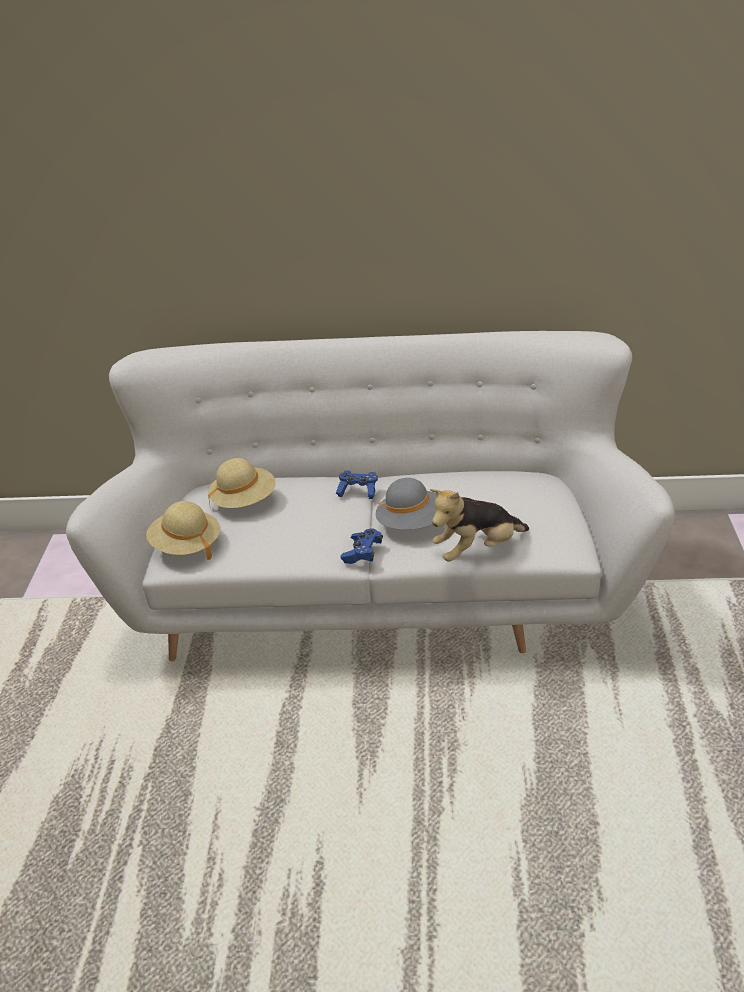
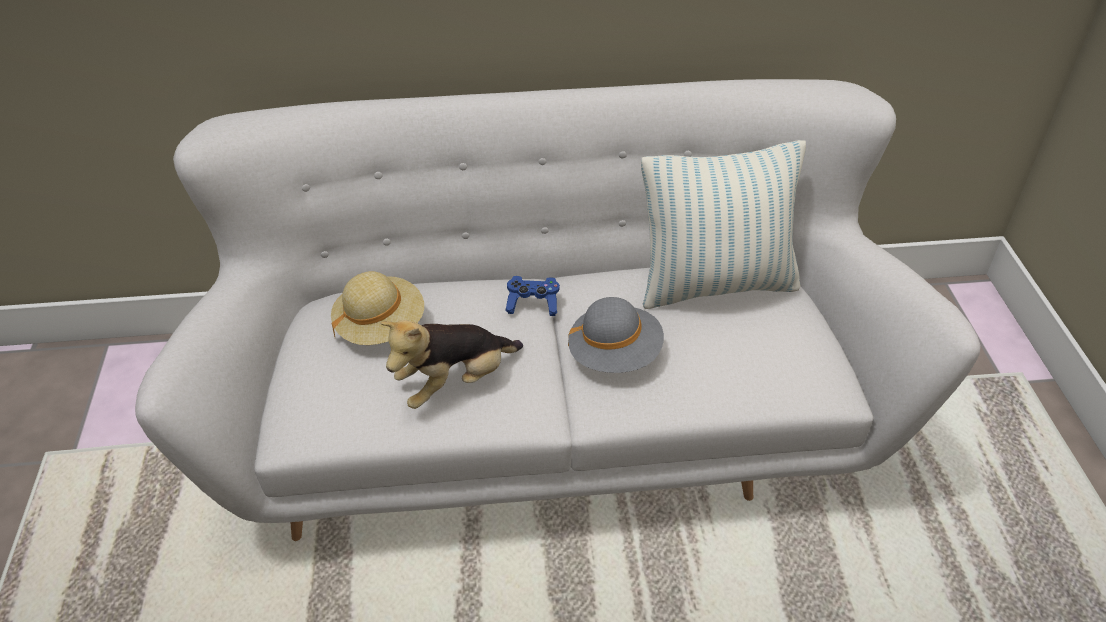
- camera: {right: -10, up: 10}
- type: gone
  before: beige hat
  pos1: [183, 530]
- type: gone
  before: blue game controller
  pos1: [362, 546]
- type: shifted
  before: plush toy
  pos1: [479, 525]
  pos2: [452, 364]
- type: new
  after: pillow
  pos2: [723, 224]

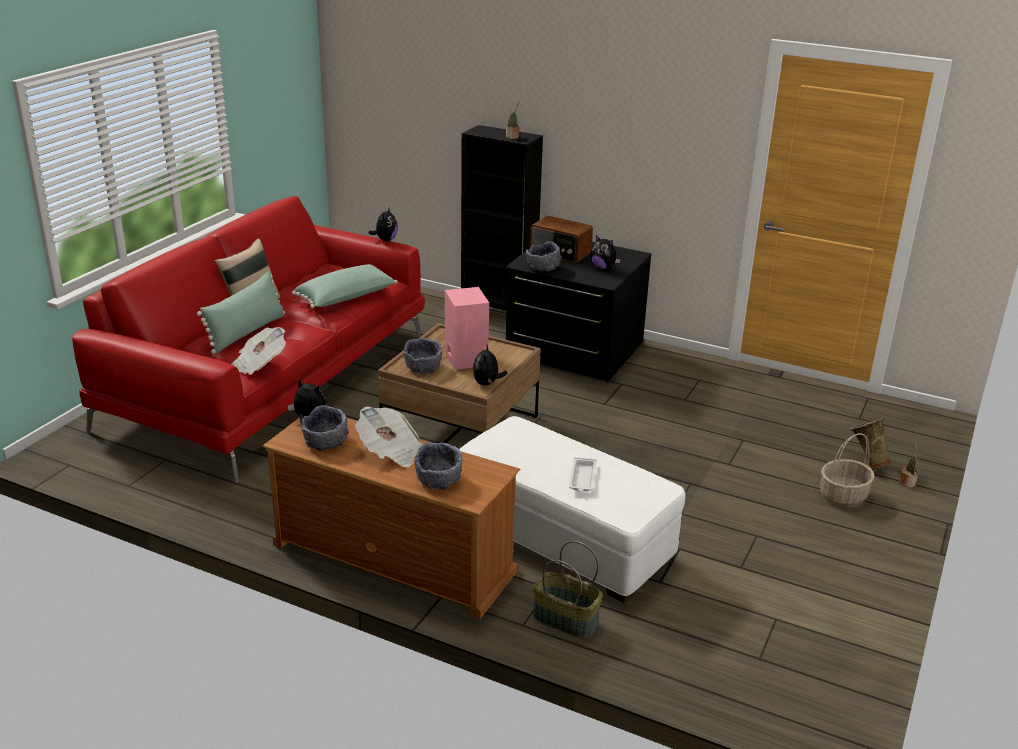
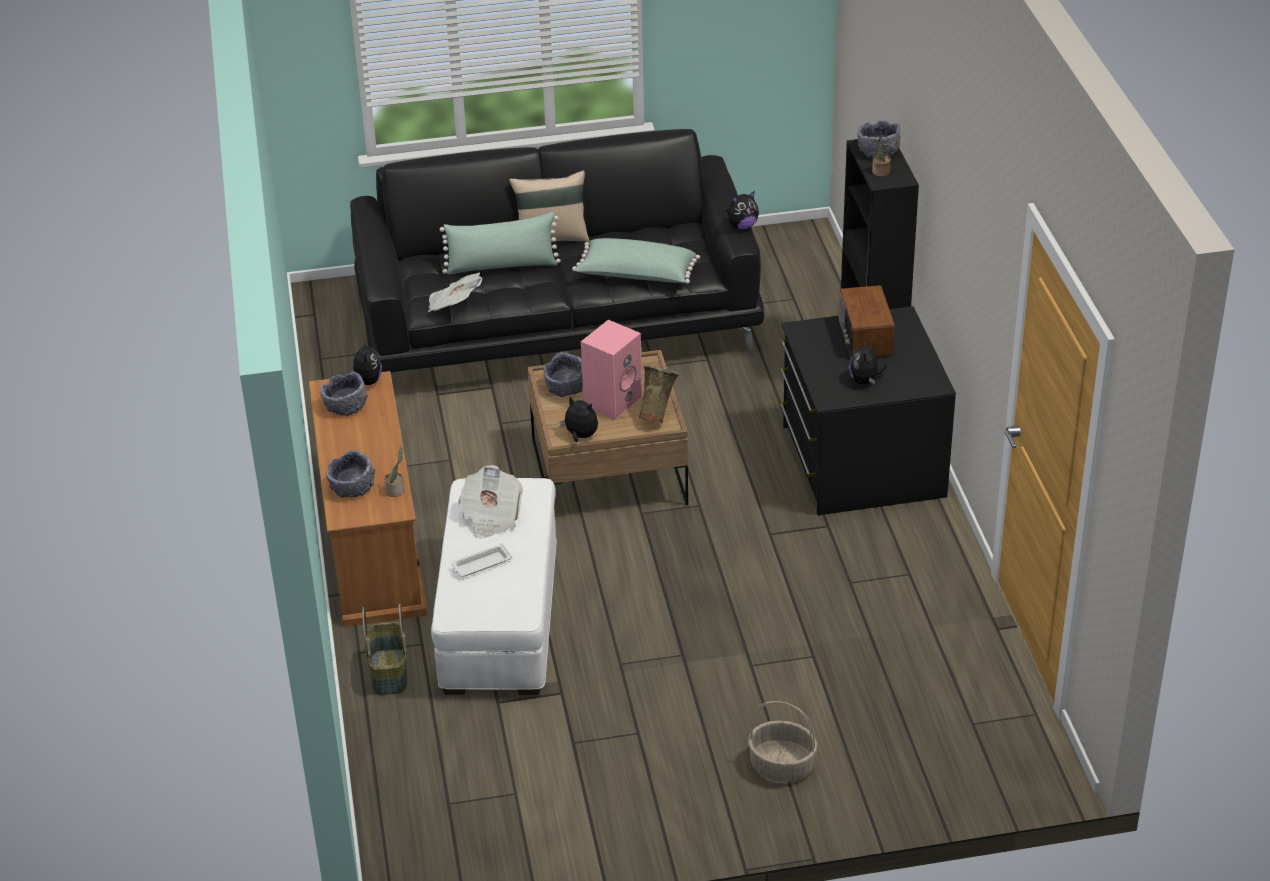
- camera: {right: 55, up: 10}
- type: repainted
  before: red sofa
  after: black sofa
  pos1: [248, 339]
  pos2: [557, 253]
- type: shifted
  before: newspaper
  pos1: [389, 436]
  pos2: [490, 502]
- type: rotated
  before: plush toy
  pos1: [490, 365]
  pos2: [578, 419]
  turn: 60
- type: shifted
  before: grey bowl
  pos1: [544, 256]
  pos2: [878, 139]
- type: shifted
  before: beige vase
  pos1: [870, 444]
  pos2: [659, 394]
- type: shifted
  before: potted plant
  pos1: [908, 463]
  pos2: [394, 471]

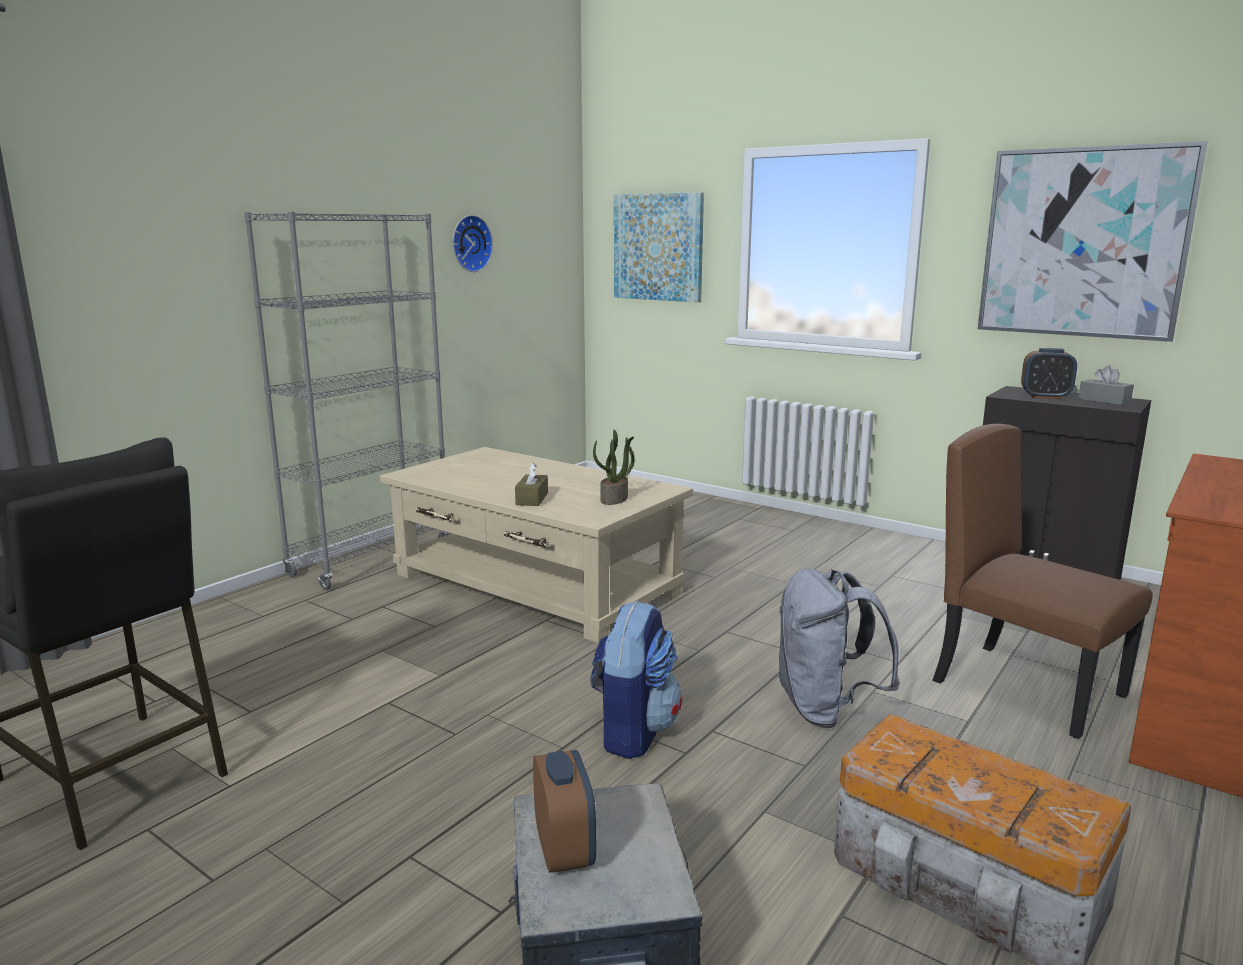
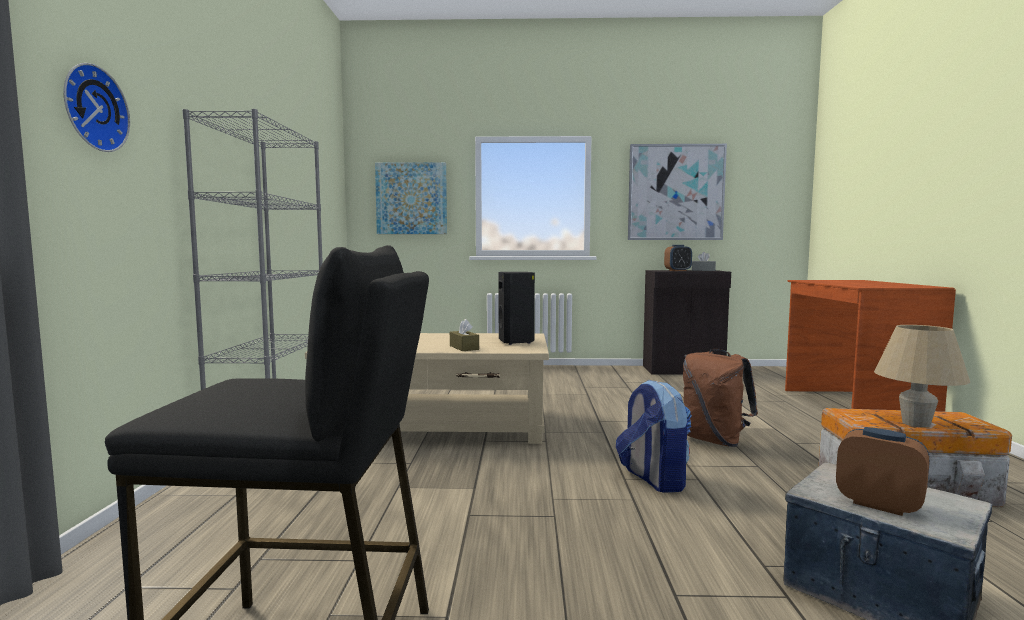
- camera: {right: -35, up: -10}
- type: shifted
  before: wall clock
  pos1: [473, 243]
  pos2: [96, 107]
- type: swapped
  before: potted plant
  after: black speaker
  pos1: [614, 467]
  pos2: [516, 308]
- type: repainted
  before: grey backpack
  after: brown backpack
  pos1: [838, 648]
  pos2: [720, 398]
- type: gone
  before: brown chair
  pos1: [1042, 581]
- type: new
  after: beige table lamp
  pos2: [922, 376]

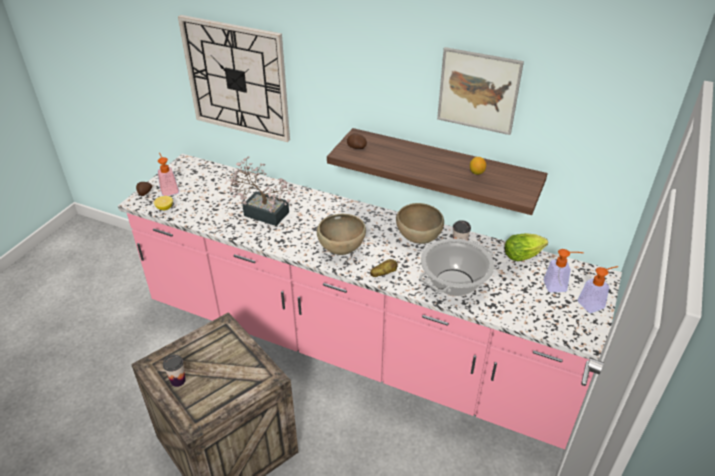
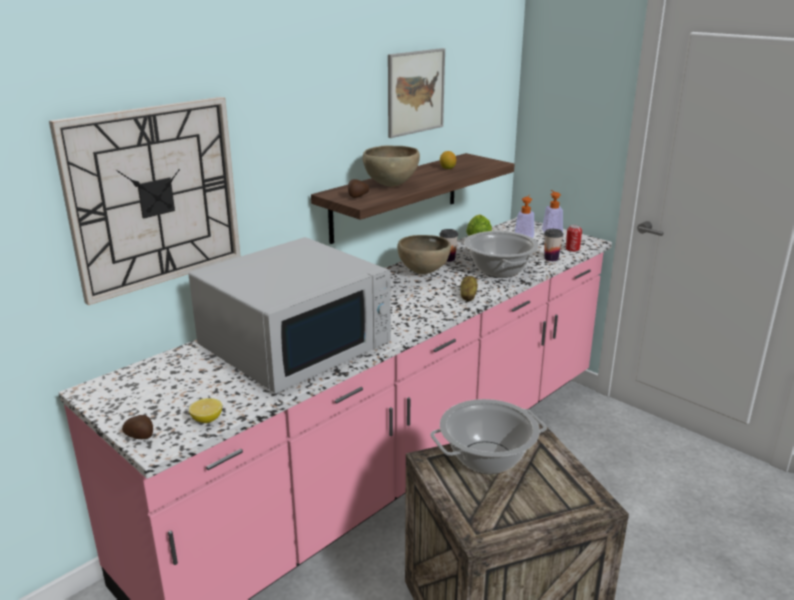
- camera: {right: -70, up: -15}
- type: gone
  before: soap dispenser
  pos1: [168, 174]
- type: shifted
  before: cup
  pos1: [174, 371]
  pos2: [553, 245]
- type: swapped
  before: potted plant
  after: white microwave
  pos1: [260, 191]
  pos2: [290, 315]
- type: shifted
  before: brown bowl
  pos1: [341, 234]
  pos2: [391, 166]
- type: new
  after: cooking pot
  pos2: [488, 436]
- type: new
  after: can
  pos2: [573, 238]

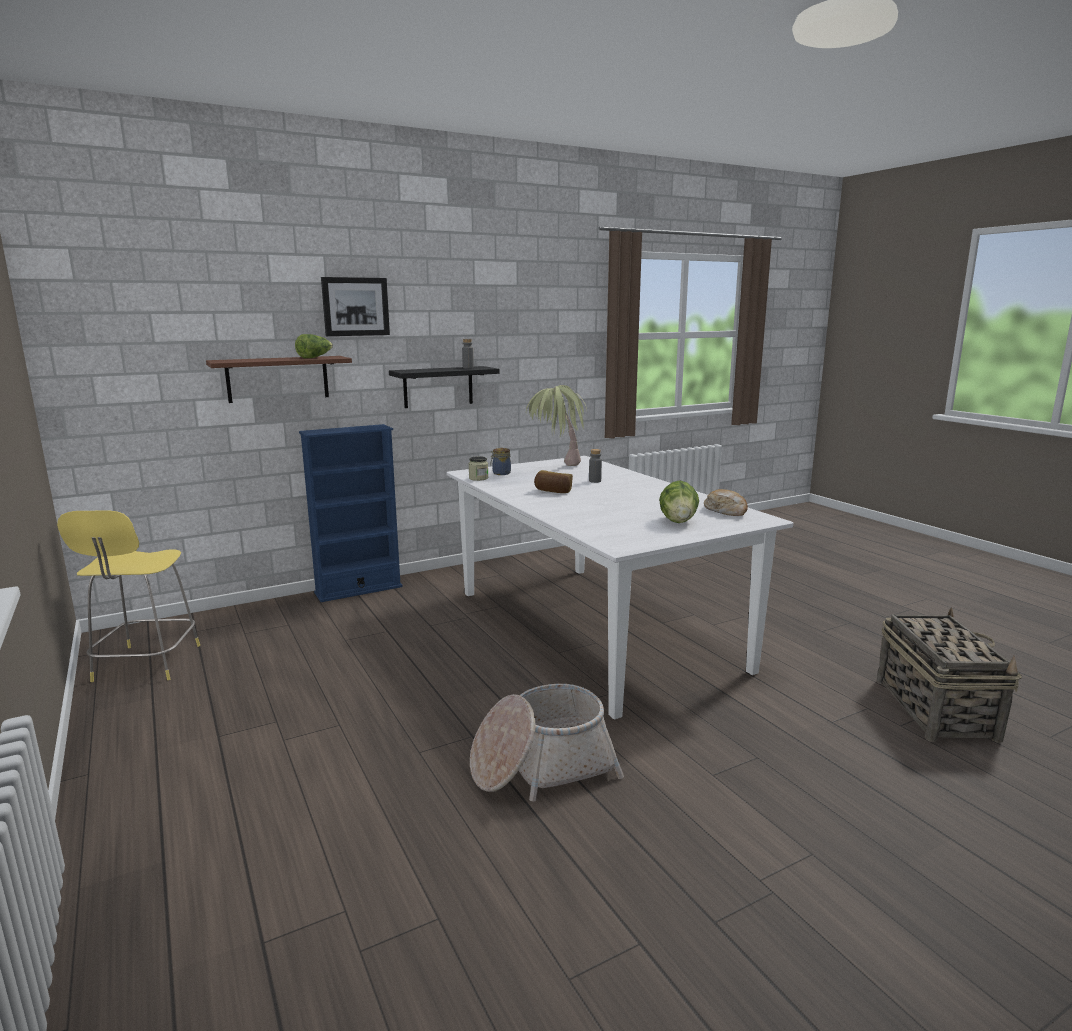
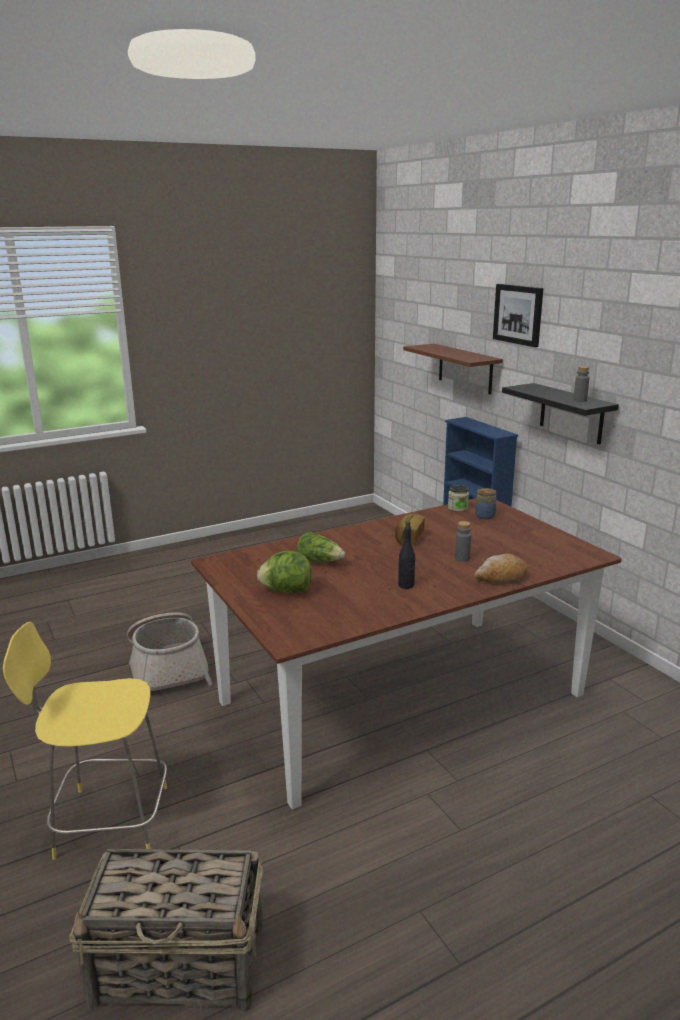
- camera: {right: 90, up: 5}
- type: shifted
  before: yellow stool
  pos1: [128, 596]
  pos2: [85, 740]
- type: shifted
  before: lettuce
  pos1: [314, 346]
  pos2: [321, 547]
- type: repainted
  before: white dining table
  after: brown dining table
  pos1: [620, 588]
  pos2: [406, 653]
- type: gone
  before: potted plant
  pos1: [556, 425]
- type: shifted
  before: bread
  pos1: [726, 502]
  pos2: [501, 568]
- type: new
  after: black bottle
  pos2: [406, 555]

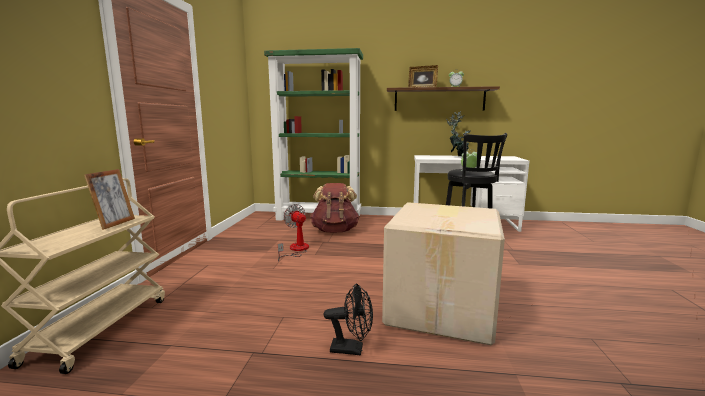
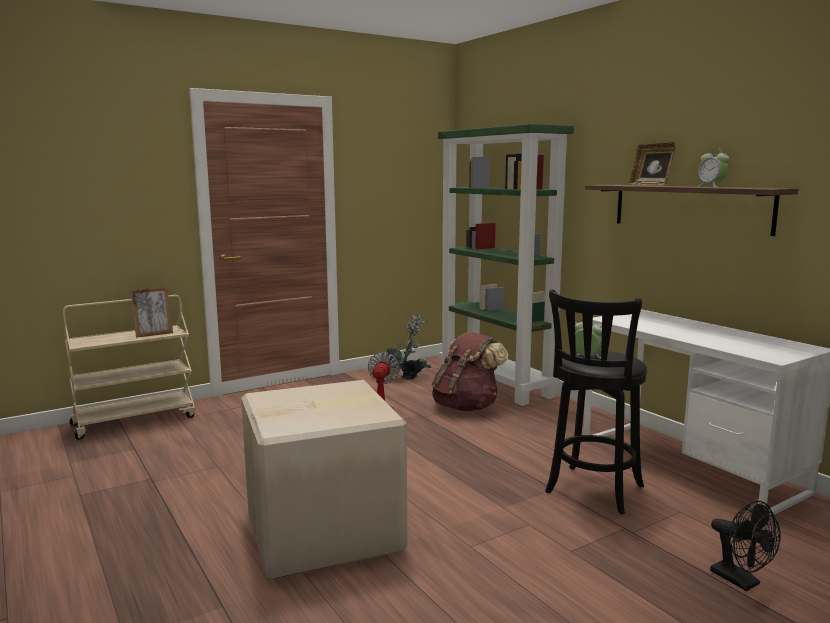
- camera: {right: 50, up: 0}
- type: shifted
  before: black fan
  pos1: [348, 320]
  pos2: [745, 546]
- type: shifted
  before: potted plant
  pos1: [458, 133]
  pos2: [409, 347]

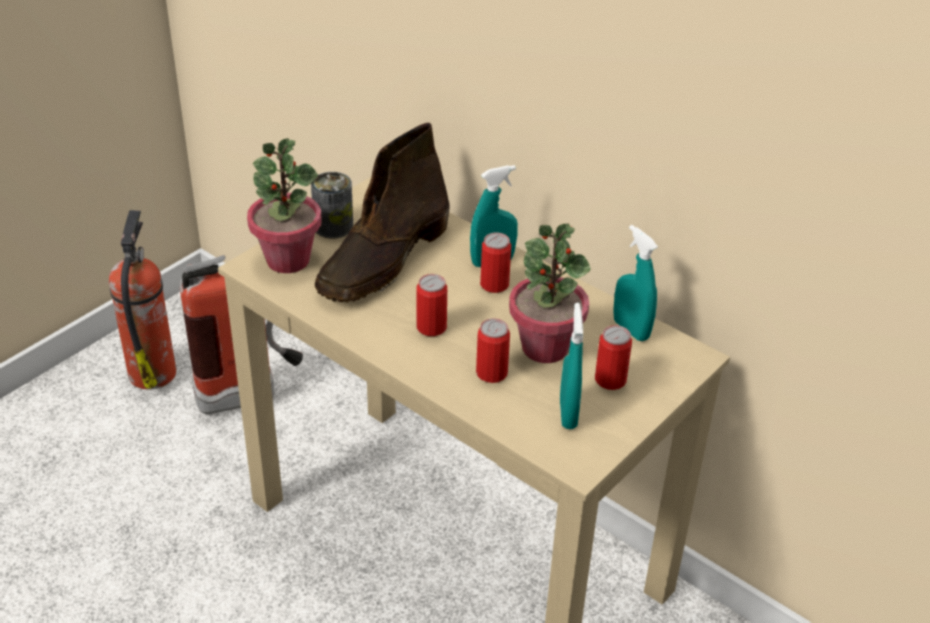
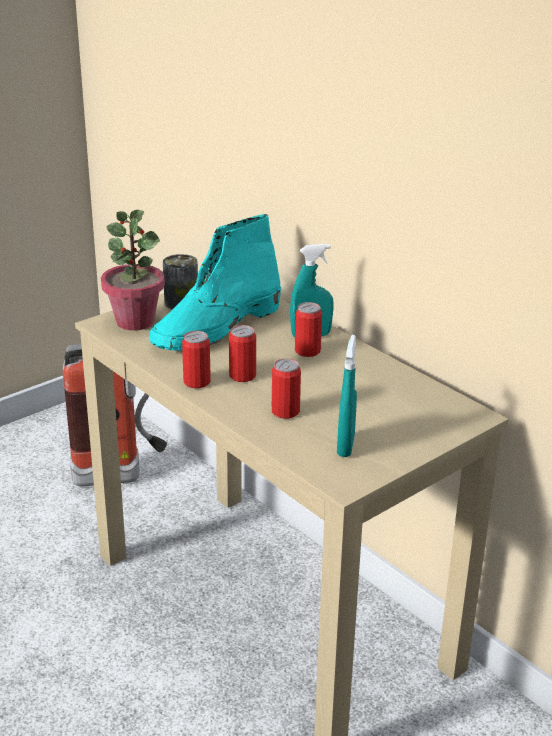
- camera: {right: 10, up: -10}
- type: gone
  before: fire extinguisher
  pos1: [142, 300]
- type: repainted
  before: brown boot
  after: turquoise boot
  pos1: [382, 212]
  pos2: [215, 282]
- type: gone
  before: potted plant
  pos1: [550, 293]
- type: shifted
  before: can
  pos1: [613, 357]
  pos2: [196, 359]
- type: gone
  before: turquoise spray bottle
  pos1: [635, 283]

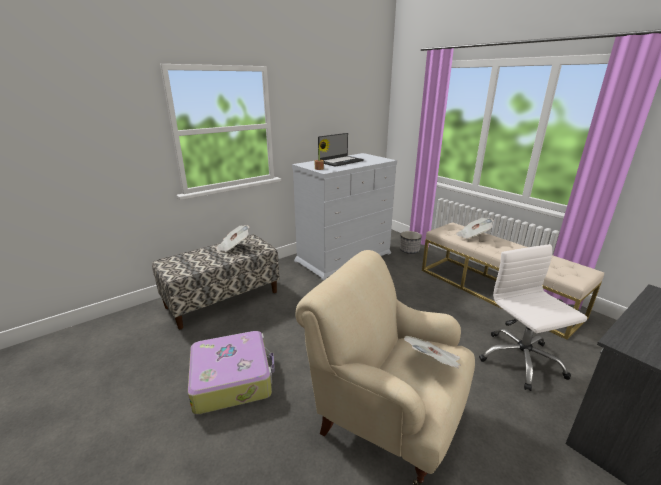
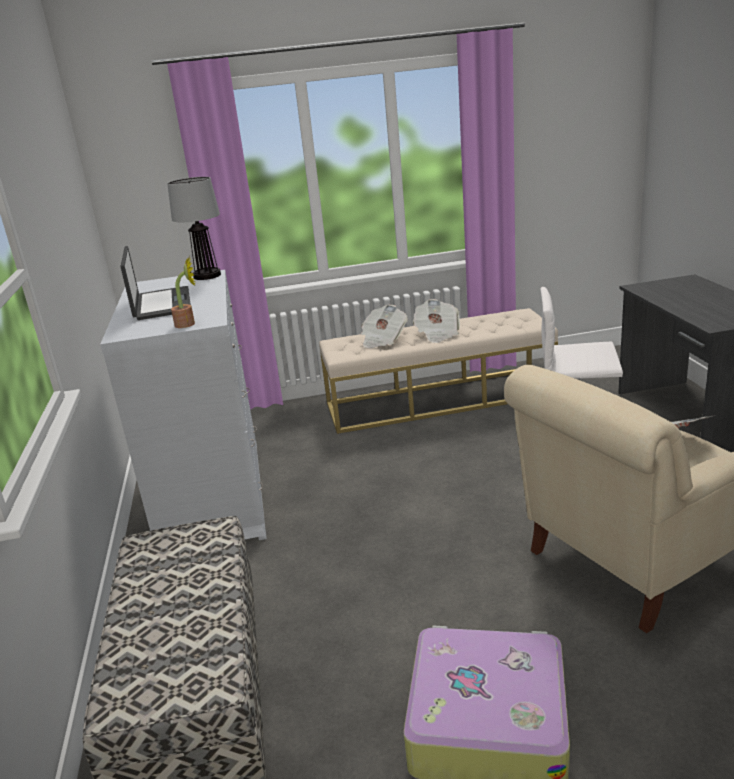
- camera: {right: -60, up: 0}
- type: shifted
  before: newspaper
  pos1: [233, 238]
  pos2: [436, 321]
- type: gone
  before: planter
  pos1: [411, 242]
- type: new
  after: table lamp
  pos2: [194, 228]

